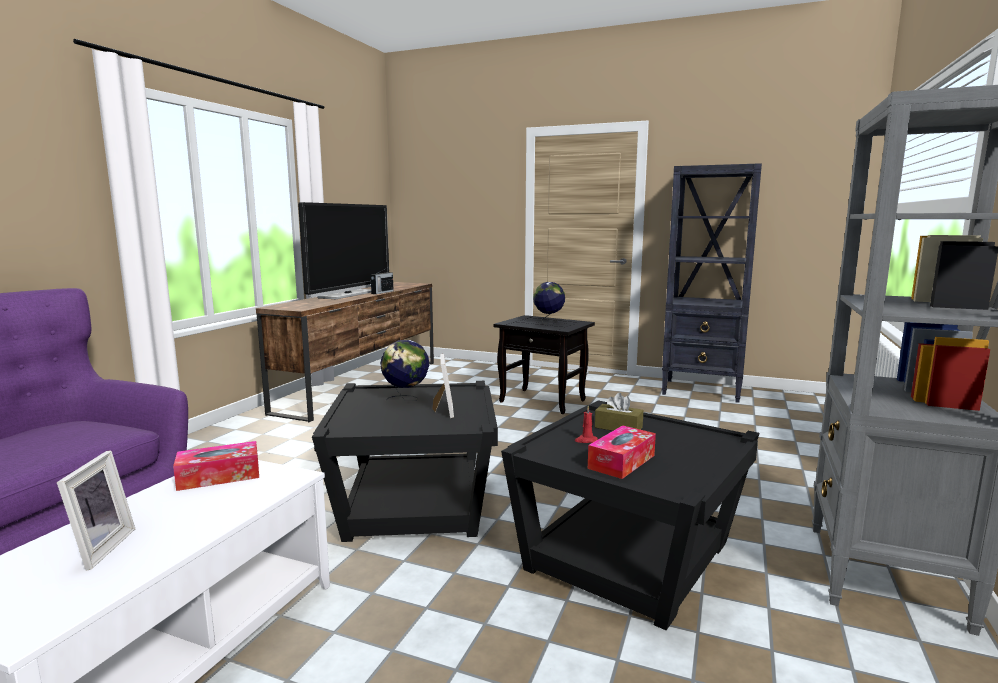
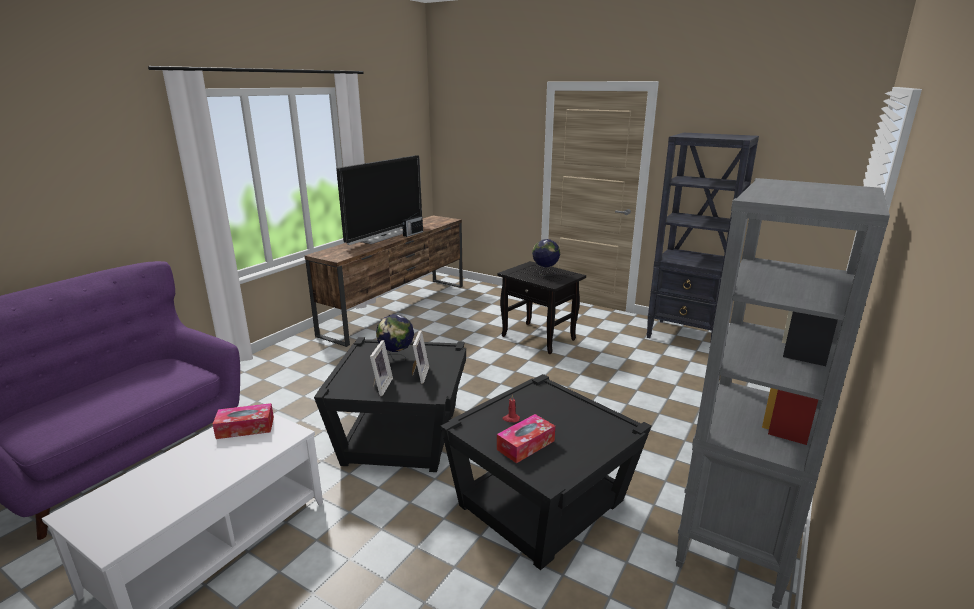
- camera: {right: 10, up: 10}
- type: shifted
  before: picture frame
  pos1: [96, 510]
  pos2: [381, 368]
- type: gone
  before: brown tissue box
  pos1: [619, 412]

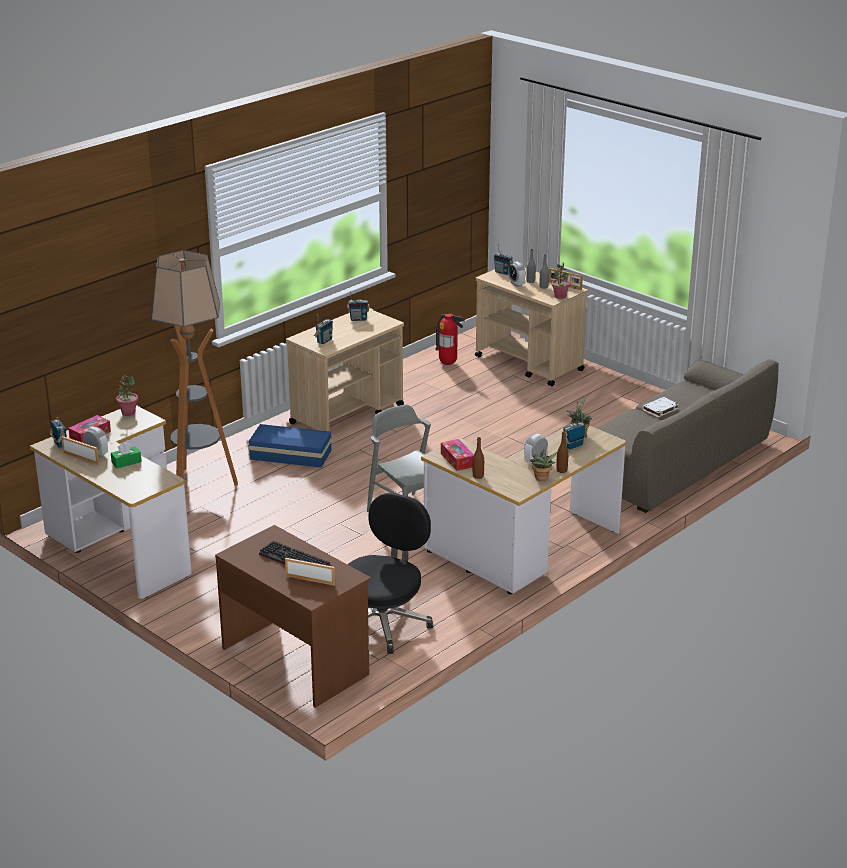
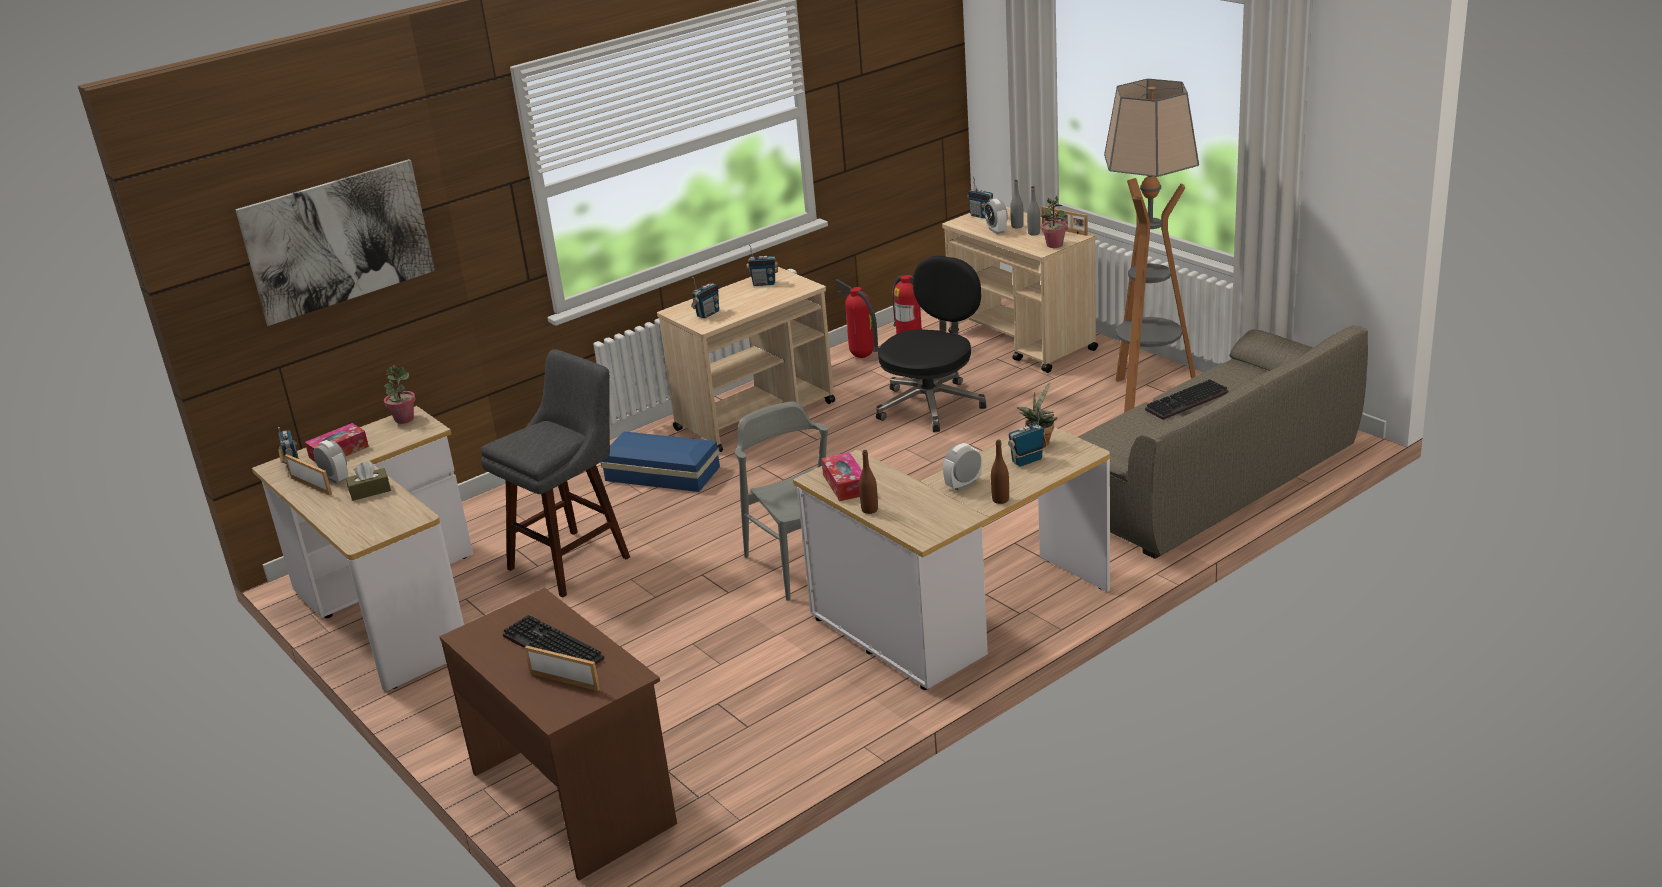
- camera: {right: 10, up: 0}
- type: repainted
  before: green tissue box
  after: brown tissue box
  pos1: [126, 455]
  pos2: [368, 481]
- type: shifted
  before: floor lamp
  pos1: [194, 368]
  pos2: [1151, 246]
- type: shifted
  before: black office chair
  pos1: [390, 573]
  pos2: [931, 344]
- type: gone
  before: potted plant
  pos1: [544, 465]
- type: swapped
  before: white book
  after: keyboard
  pos1: [660, 407]
  pos2: [1187, 399]
- type: new
  after: picture
  pos2: [335, 242]
- type: new
  after: grey stool
  pos2: [555, 473]
- type: new
  after: fire extinguisher
  pos2: [856, 318]

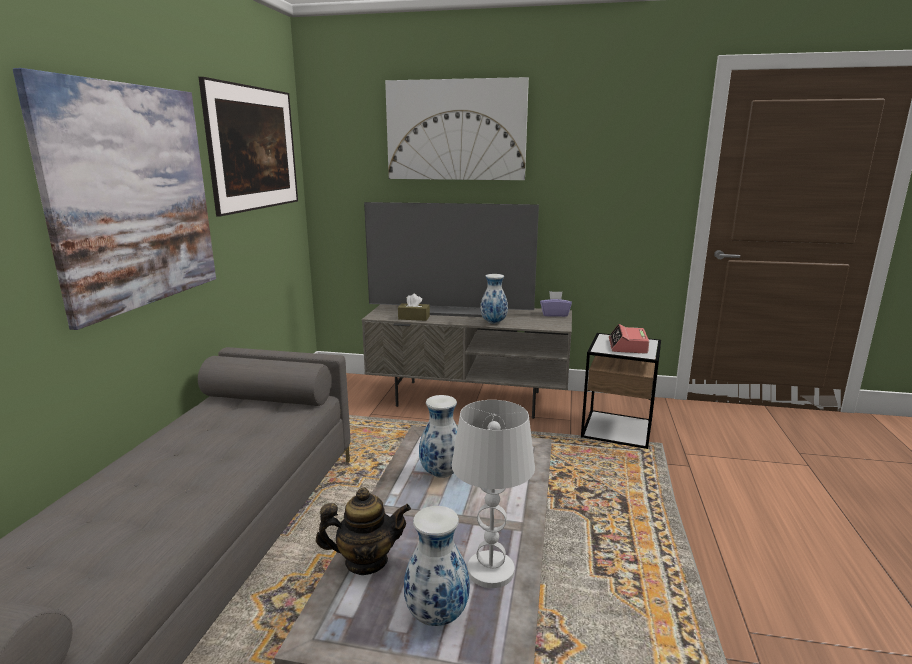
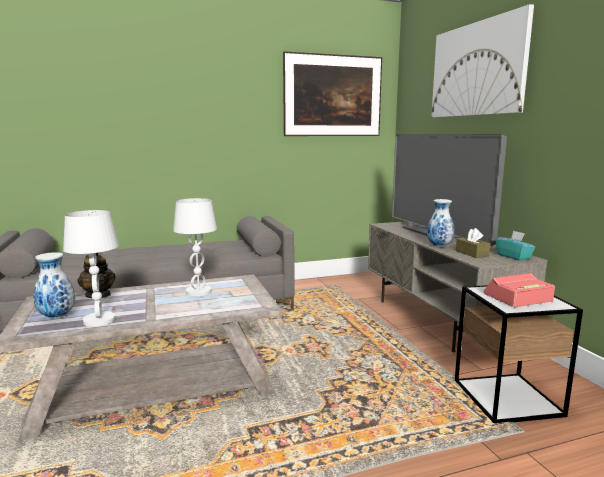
- camera: {right: 60, up: -5}
- type: gone
  before: picture
  pos1: [114, 199]
- type: shifted
  before: brown tissue box
  pos1: [414, 307]
  pos2: [473, 243]
- type: swapped
  before: vase
  after: white table lamp
  pos1: [438, 436]
  pos2: [195, 247]
- type: repainted
  before: purple tissue box
  after: turquoise tissue box
  pos1: [556, 304]
  pos2: [515, 245]

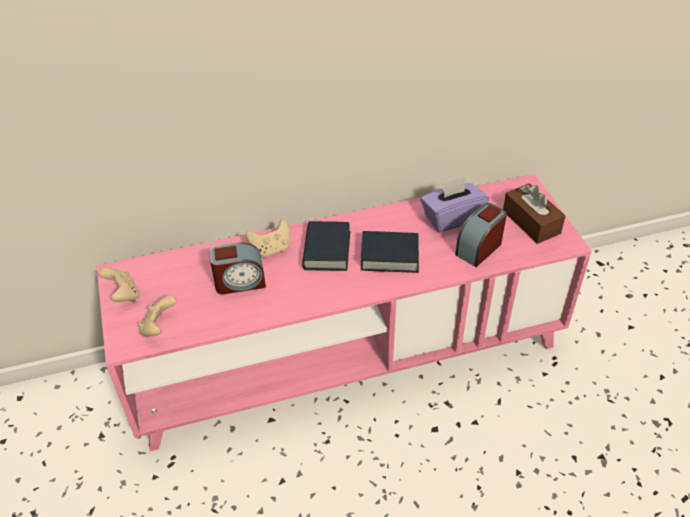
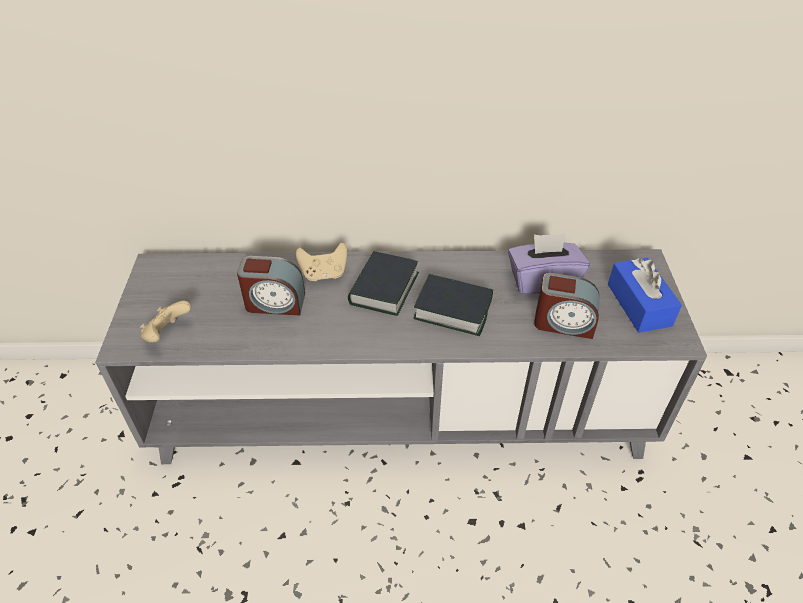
- camera: {right: 15, up: 0}
- type: repainted
  before: pink tv stand
  after: grey tv stand
  pos1: [344, 312]
  pos2: [401, 356]
- type: gone
  before: beige game controller
  pos1: [119, 285]
- type: rotated
  before: alarm clock
  pos1: [481, 235]
  pos2: [566, 306]
  turn: -135
- type: repainted
  before: brown tissue box
  after: blue tissue box
  pos1: [534, 213]
  pos2: [645, 295]

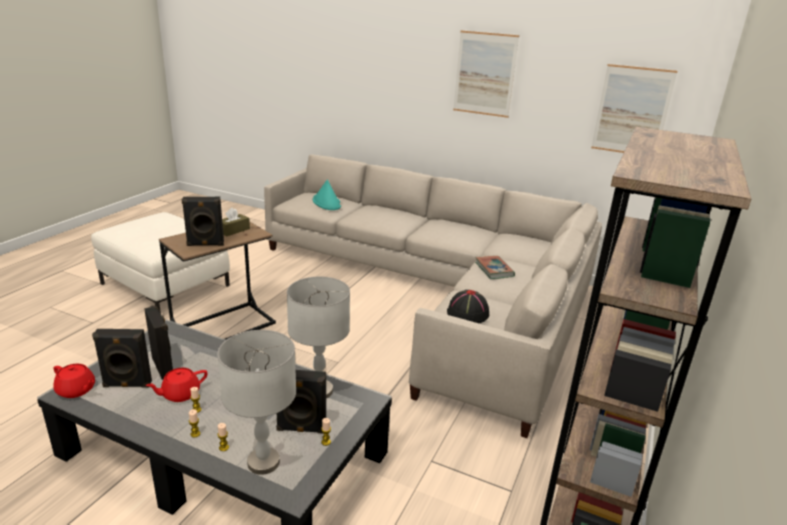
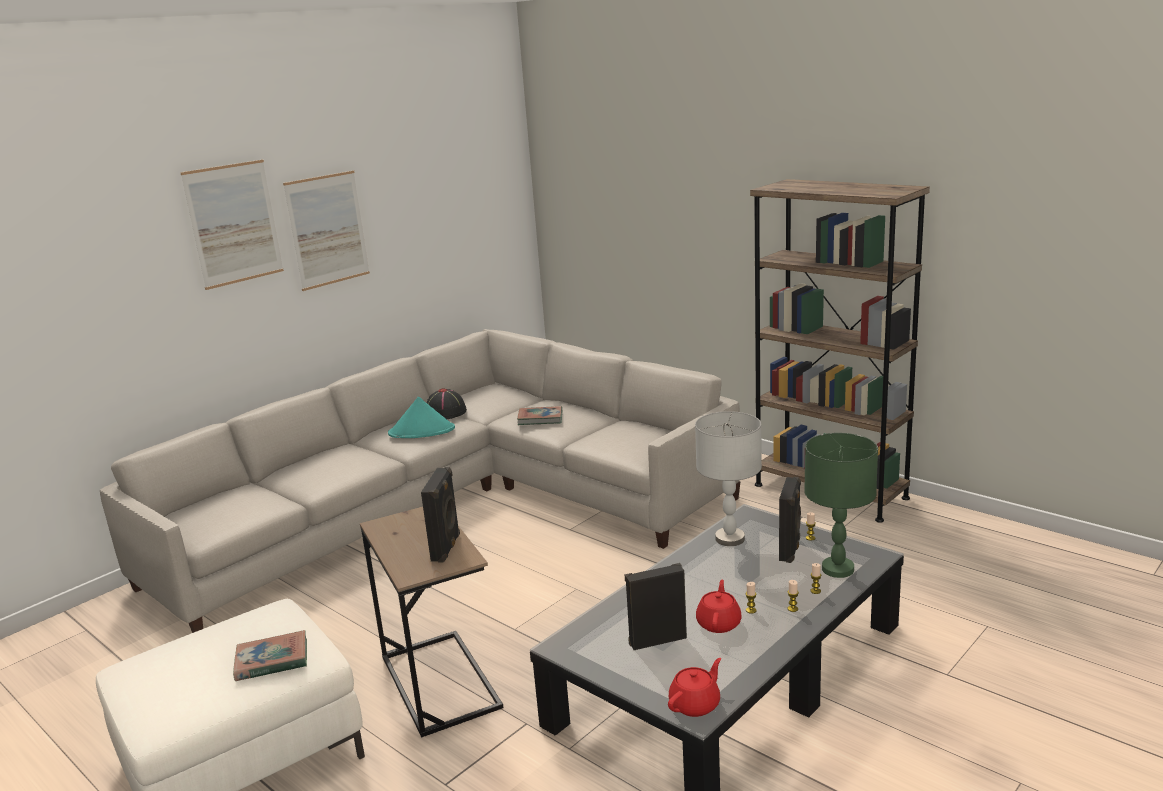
- camera: {right: -70, up: -5}
- type: gone
  before: black speaker
  pos1: [122, 358]
- type: rotated
  before: red teapot
  pos1: [177, 385]
  pos2: [719, 606]
  turn: -150
- type: repainted
  before: grey table lamp
  after: green table lamp
  pos1: [256, 402]
  pos2: [841, 505]
- type: gone
  before: brown tissue box
  pos1: [236, 222]
- type: shifted
  before: turquoise hat
  pos1: [327, 194]
  pos2: [421, 417]
- type: shifted
  before: black hat
  pos1: [468, 306]
  pos2: [447, 403]
- type: shifted
  before: picture
  pos1: [634, 108]
  pos2: [232, 225]
- type: new
  after: book
  pos2: [270, 655]

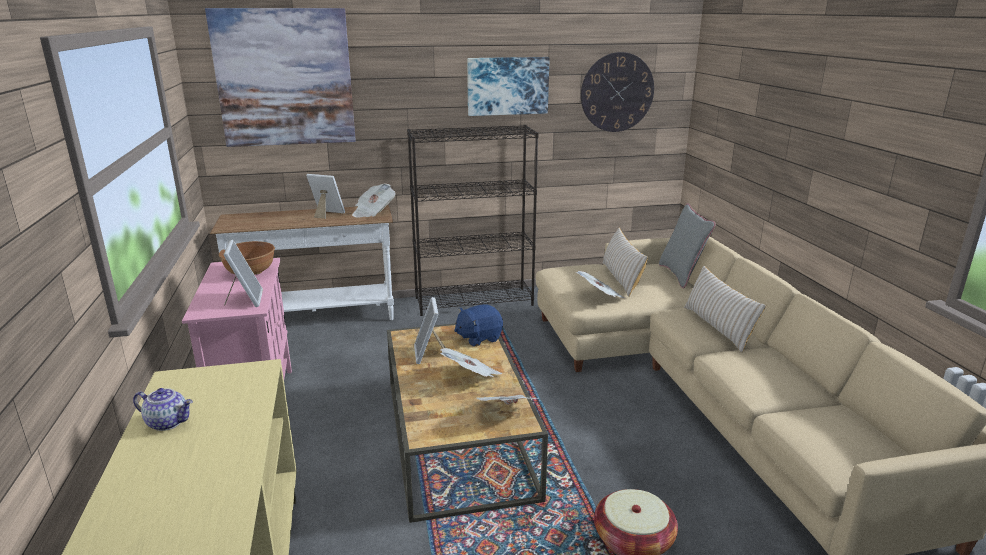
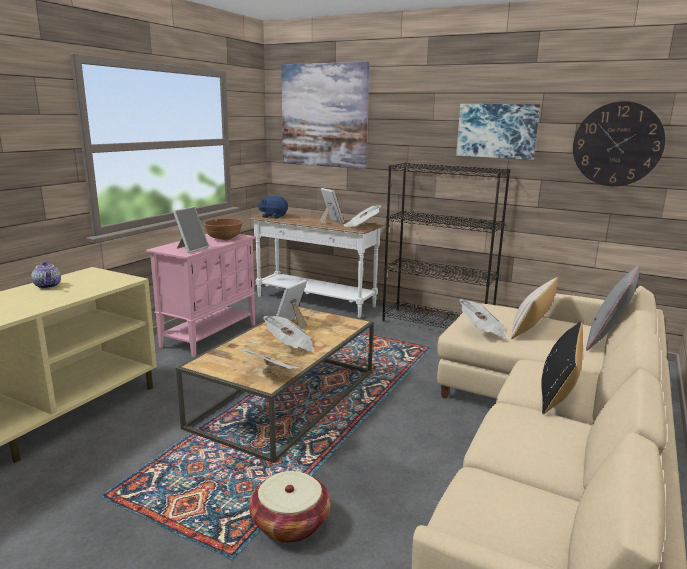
- camera: {right: 40, up: -5}
- type: shifted
  before: blue plush toy
  pos1: [478, 325]
  pos2: [273, 207]
- type: repainted
  before: beige pillow
  after: black pillow
  pos1: [725, 309]
  pos2: [562, 368]

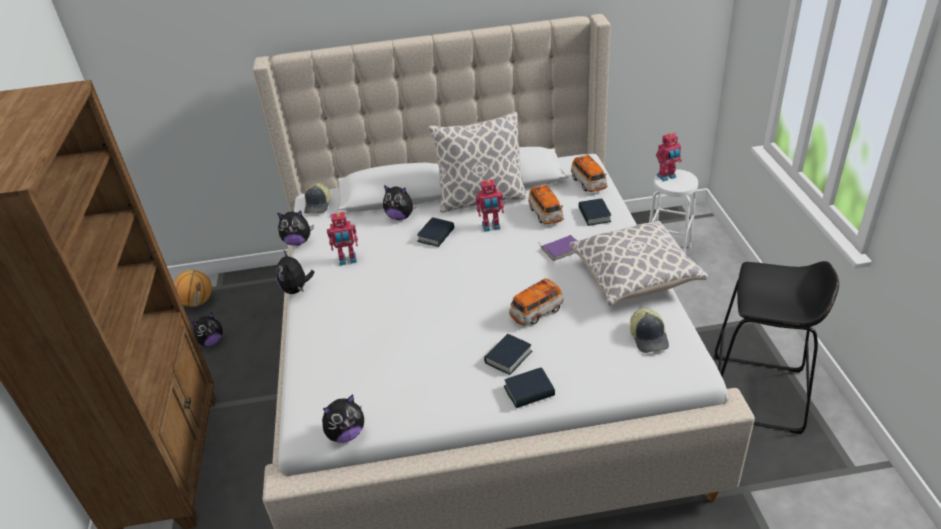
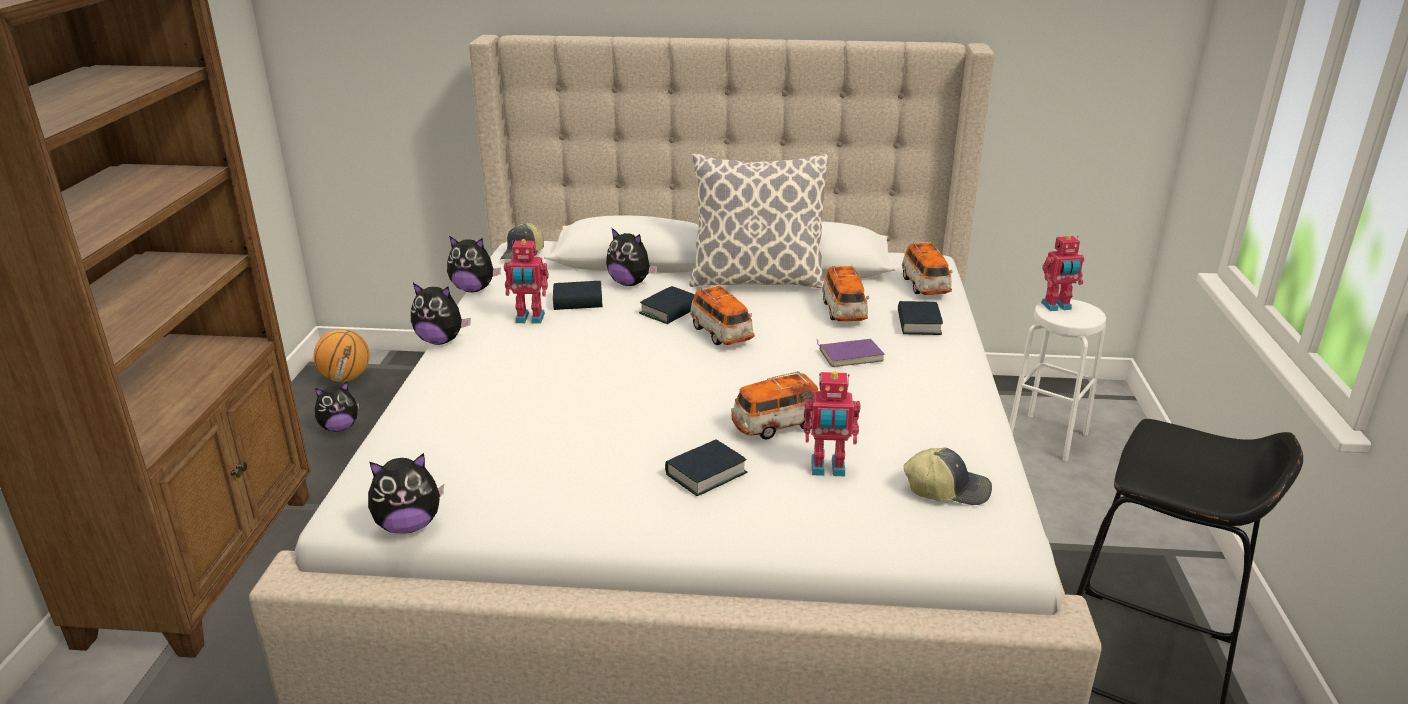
- camera: {right: 10, up: -10}
- type: rotated
  before: plush toy
  pos1: [295, 272]
  pos2: [441, 314]
  turn: -75
- type: shifted
  before: toy robot
  pos1: [489, 205]
  pos2: [832, 424]
- type: shifted
  before: book
  pos1: [529, 387]
  pos2: [578, 295]
- type: gone
  before: pillow
  pos1: [639, 264]
- type: rotated
  before: cap
  pos1: [649, 330]
  pos2: [948, 476]
  turn: -90
- type: new
  after: toy car
  pos2: [722, 314]

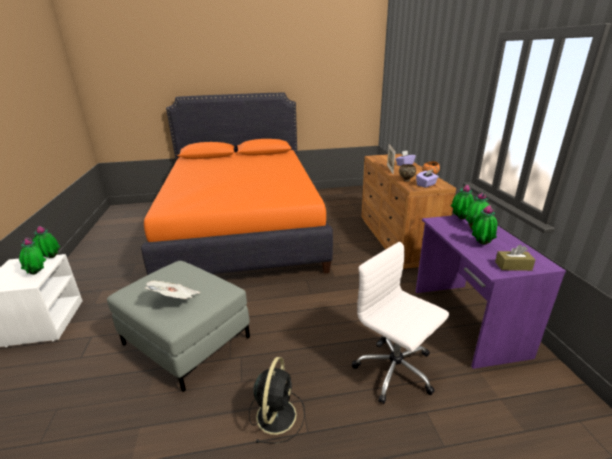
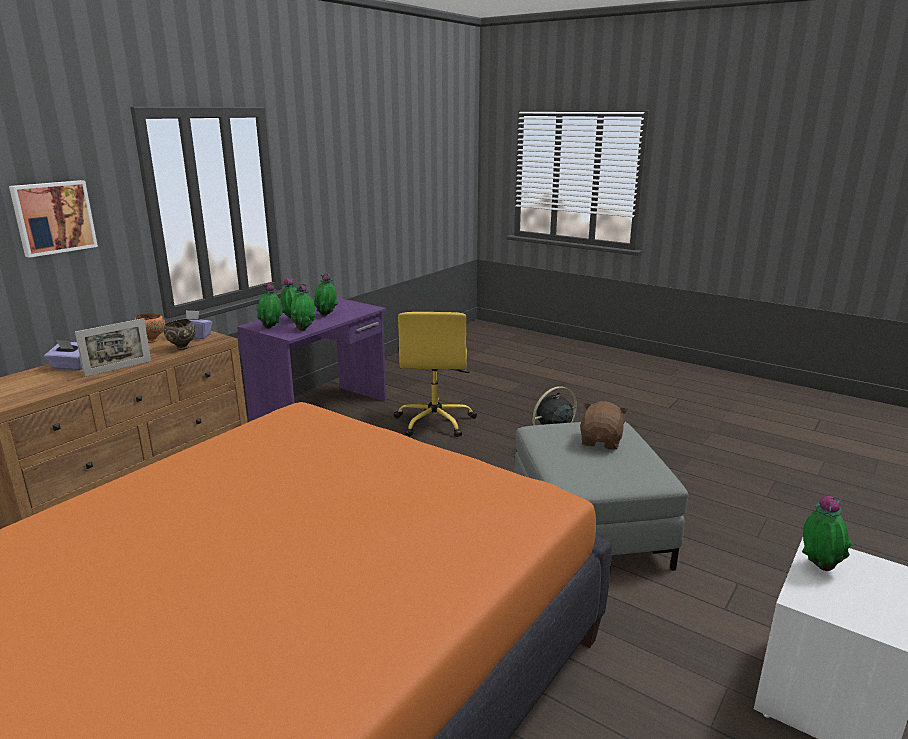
- camera: {right: -135, up: -5}
- type: shifted
  before: potted plant
  pos1: [46, 242]
  pos2: [303, 307]
- type: swapped
  before: newspaper
  after: brown plush toy
  pos1: [172, 290]
  pos2: [604, 426]
- type: repainted
  before: white office chair
  after: yellow office chair
  pos1: [400, 323]
  pos2: [435, 374]
- type: gone
  before: brown tissue box
  pos1: [515, 258]
- type: new
  after: picture
  pos2: [53, 219]

